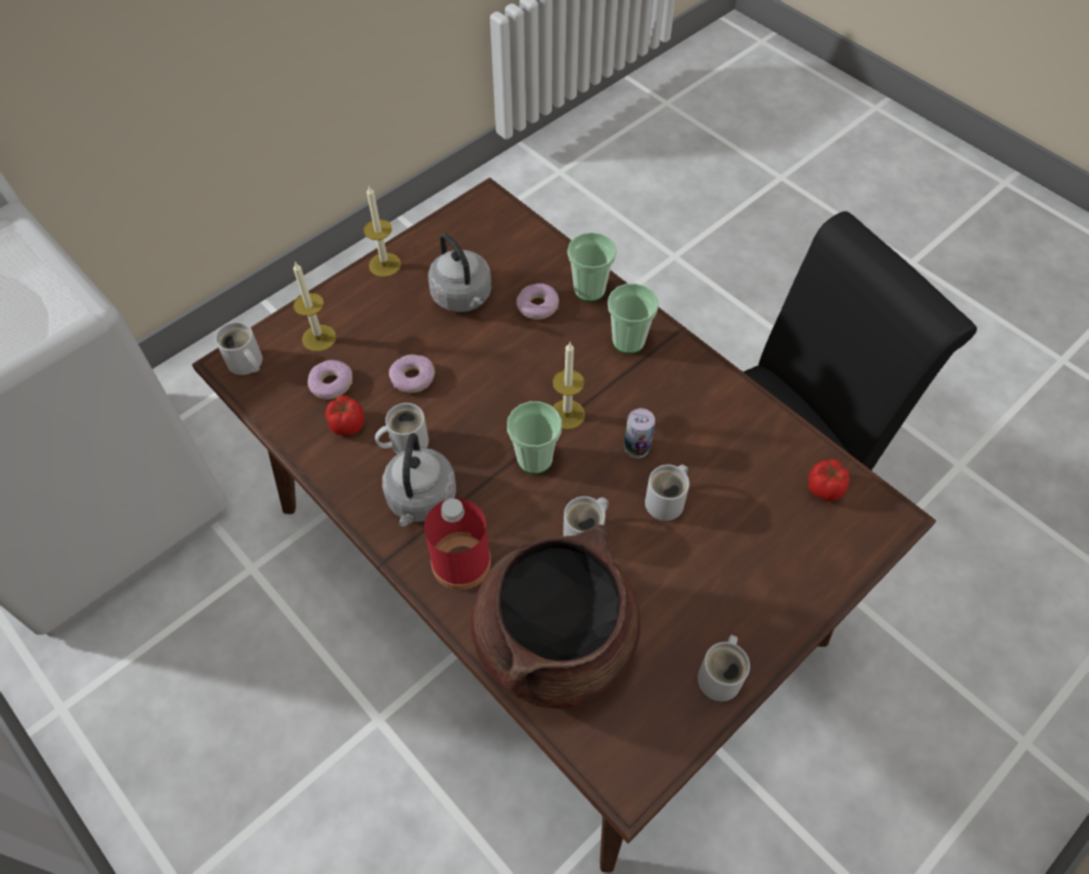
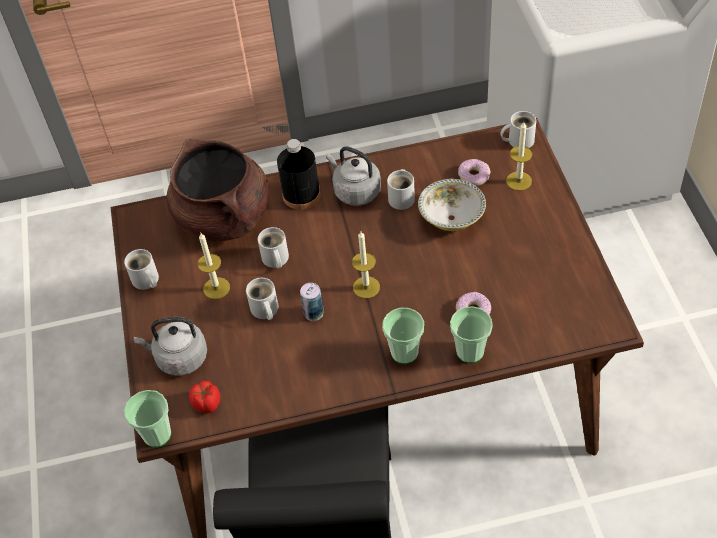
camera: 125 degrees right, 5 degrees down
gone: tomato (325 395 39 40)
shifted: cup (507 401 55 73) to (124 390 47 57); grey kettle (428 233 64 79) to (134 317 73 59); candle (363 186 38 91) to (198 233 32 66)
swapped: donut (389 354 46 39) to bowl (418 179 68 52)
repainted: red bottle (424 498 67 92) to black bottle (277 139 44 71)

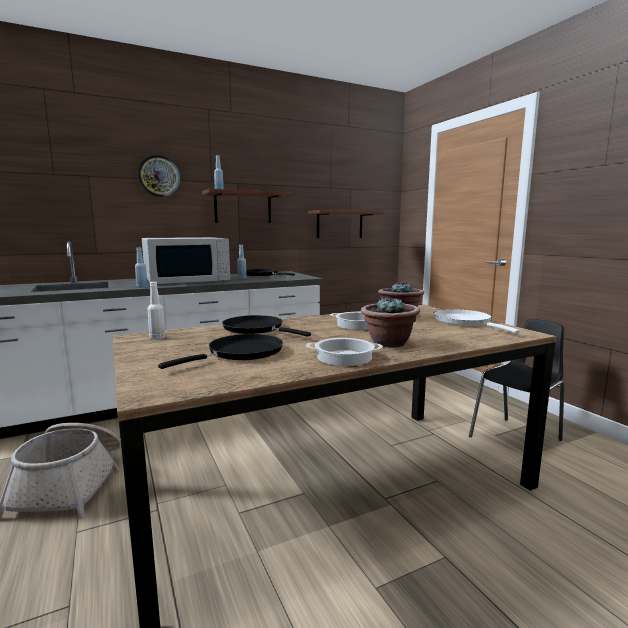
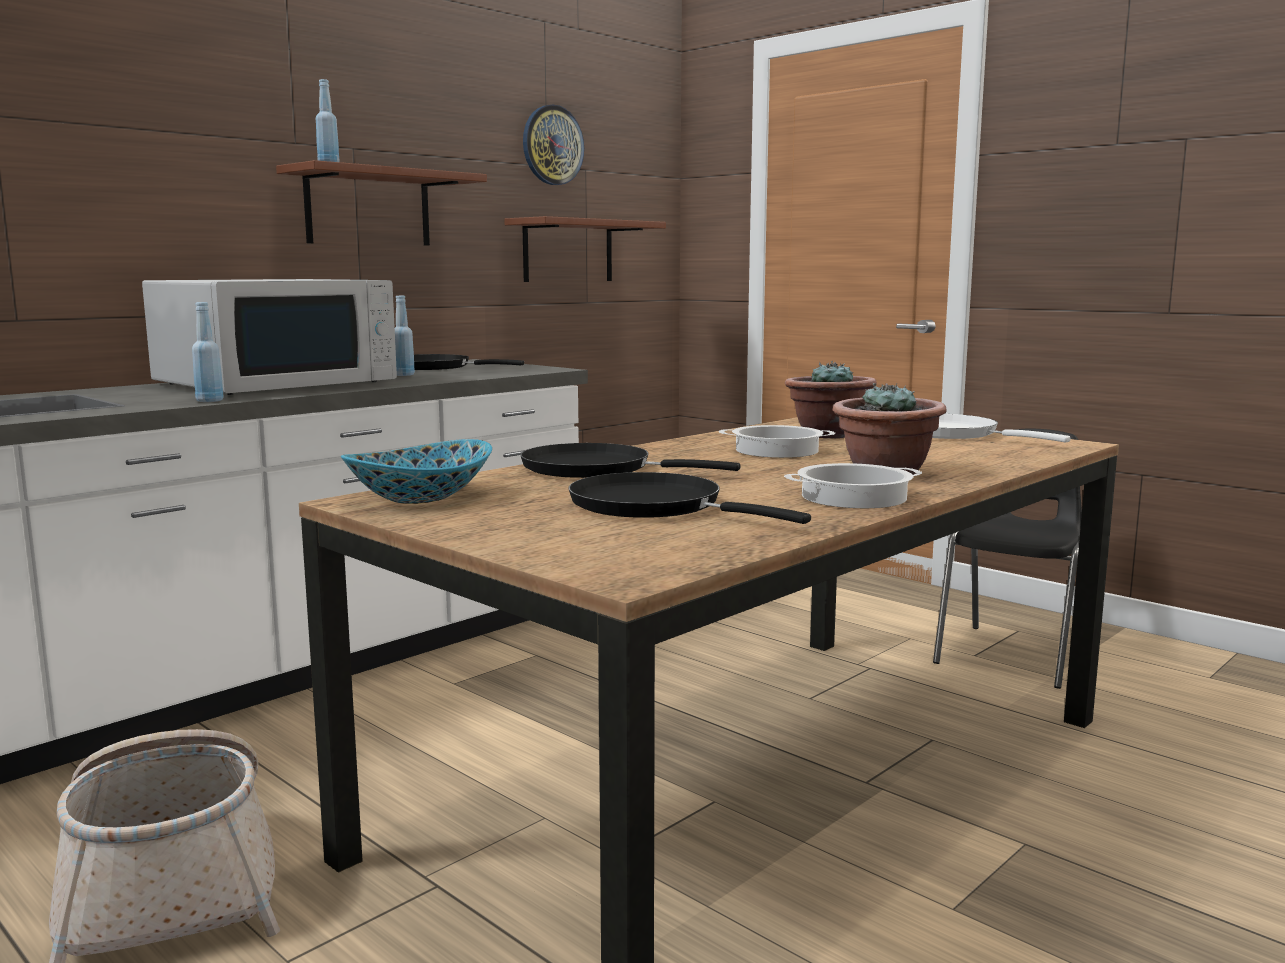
camera: 20 degrees left, 0 degrees up
shifted: wall clock (138 155 43 42) to (523 104 61 81)
swapped: white bottle (148 282 17 57) to bowl (341 439 151 65)
rotated: black frying pan (158 334 125 35) = (568 472 243 52) 75 degrees counterclockwise

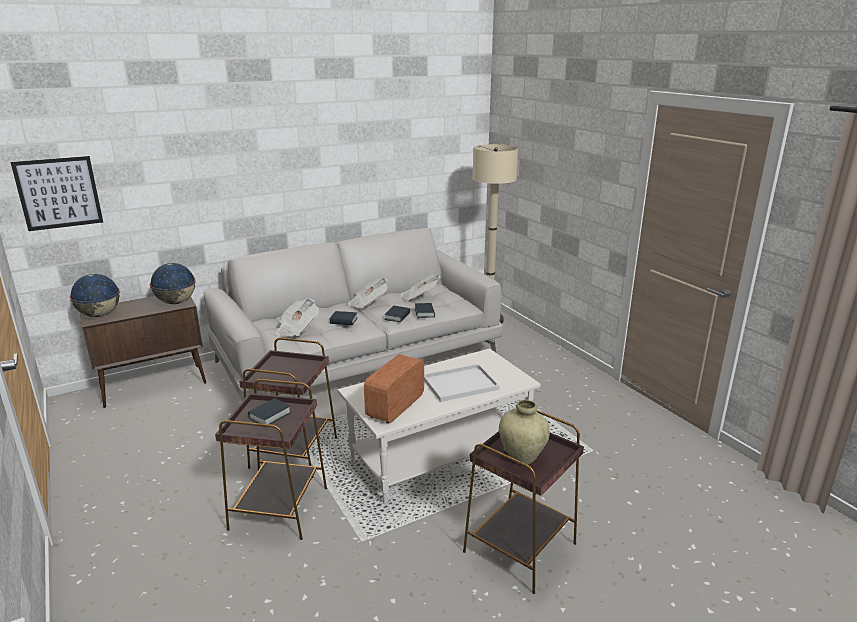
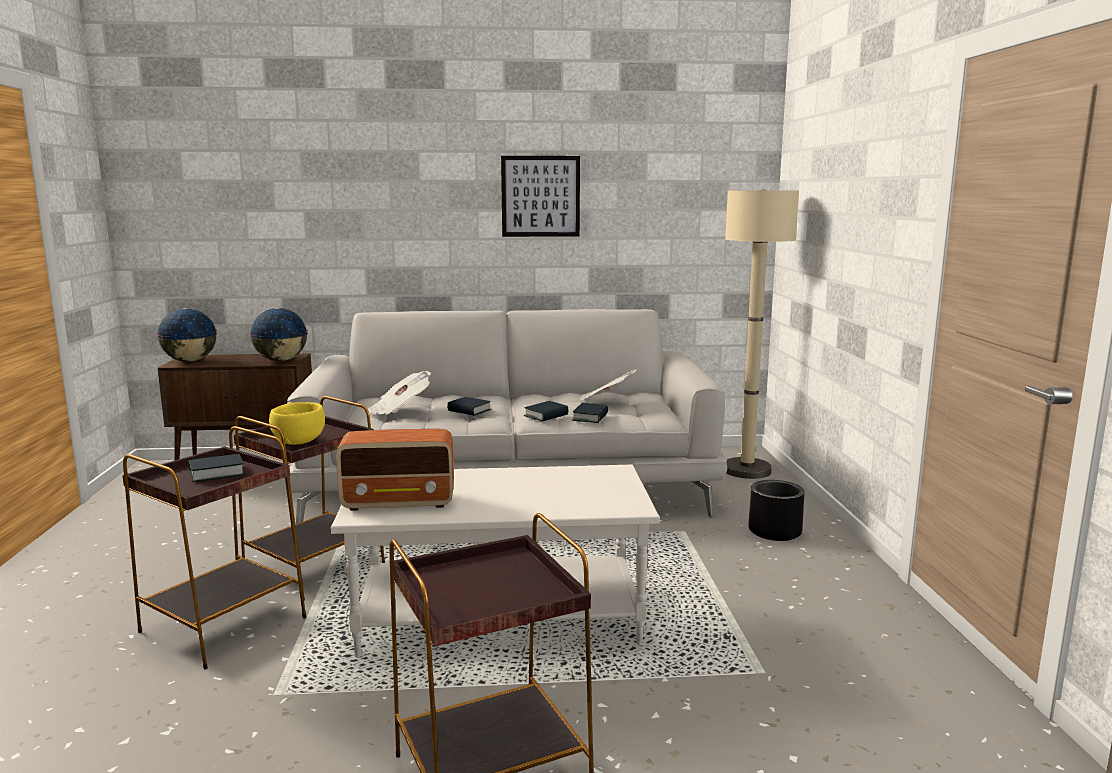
camera: 25 degrees right, 10 degrees down
gone: newspaper (348 278 40 31); white tray (424 364 76 38); beige vase (499 400 51 64)
new: yellow bowl (269 402 56 43); black planter (748 480 57 61)
shifted: picture (11 156 92 75) to (501 156 79 81)
rotated: radio (364 354 60 70) = (336 429 118 82) 150 degrees counterclockwise

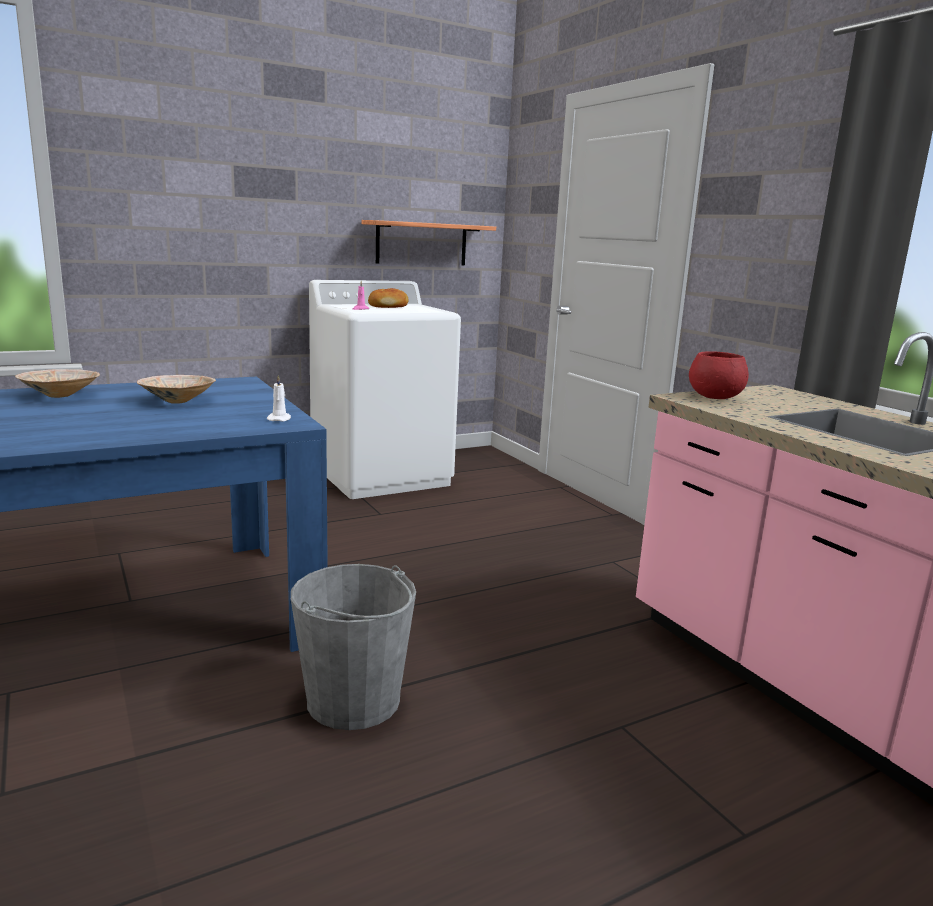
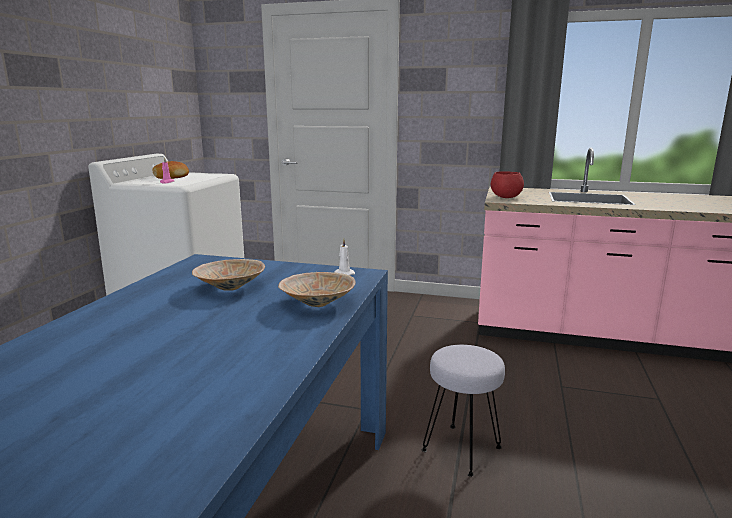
camera: 45 degrees left, 0 degrees up
gone: shelf (361 220 135 46)
shifted: beige bowl (15 369 85 29) to (278 272 78 35)
swapped: grey bucket (291 564 125 166) to grey stool (421 345 84 132)

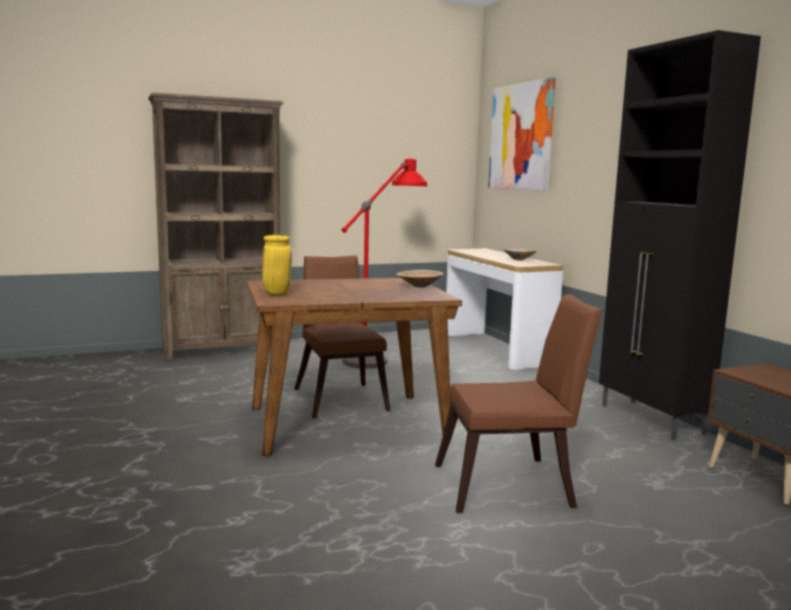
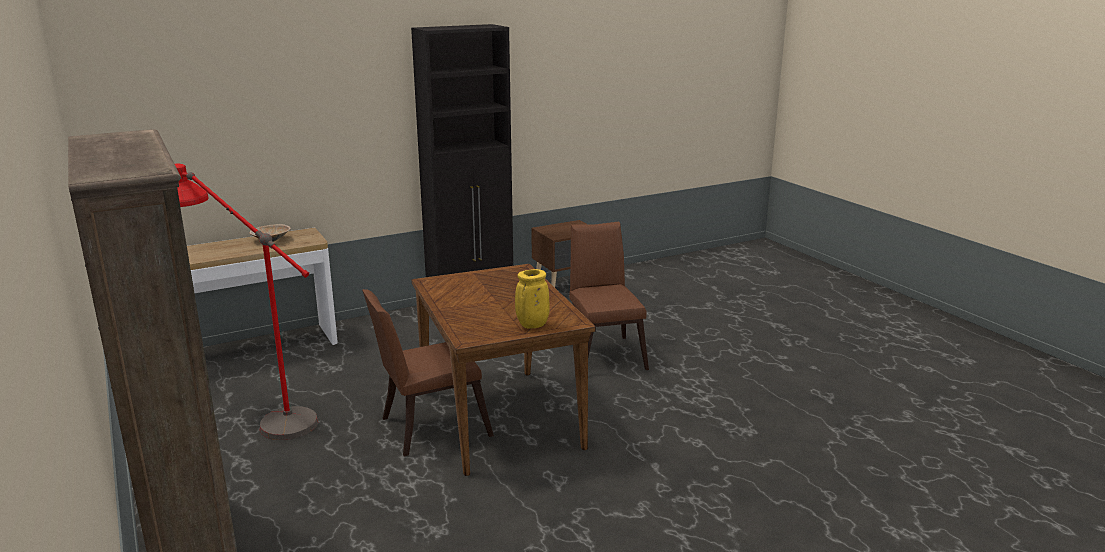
camera: 95 degrees left, 10 degrees up
gone: beige bowl (397 270 46 18); picture (488 77 68 114)

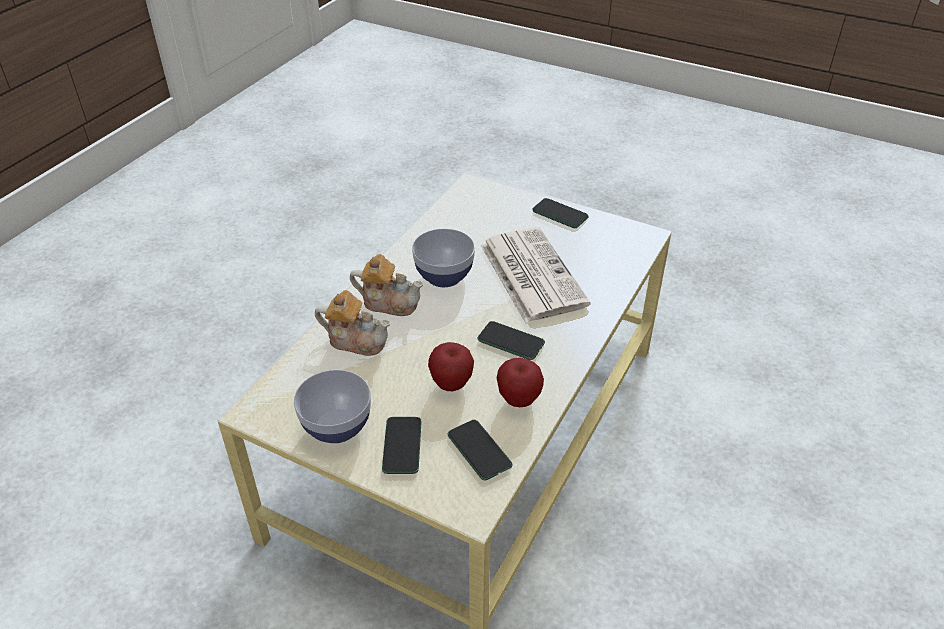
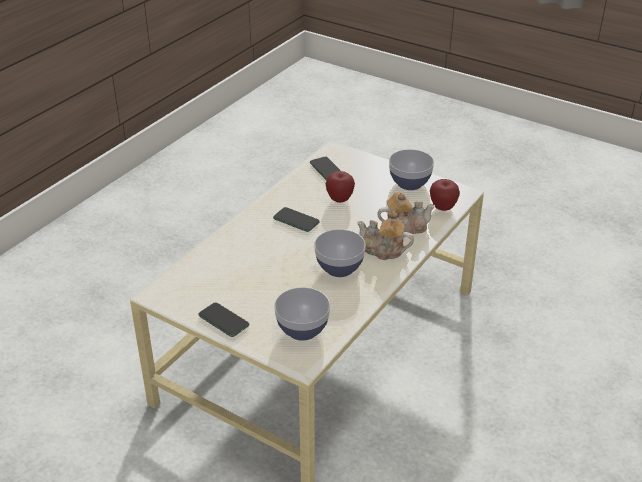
camera: 175 degrees left, 5 degrees down
gone: phone (382 417 40 57); newspaper (481 227 109 96)
new: bowl (274 287 56 54)
shifted: apple (497 358 47 49) to (430 179 30 32)
rotated: teapot (315 290 75 66) = (377 192 59 42) 150 degrees clockwise

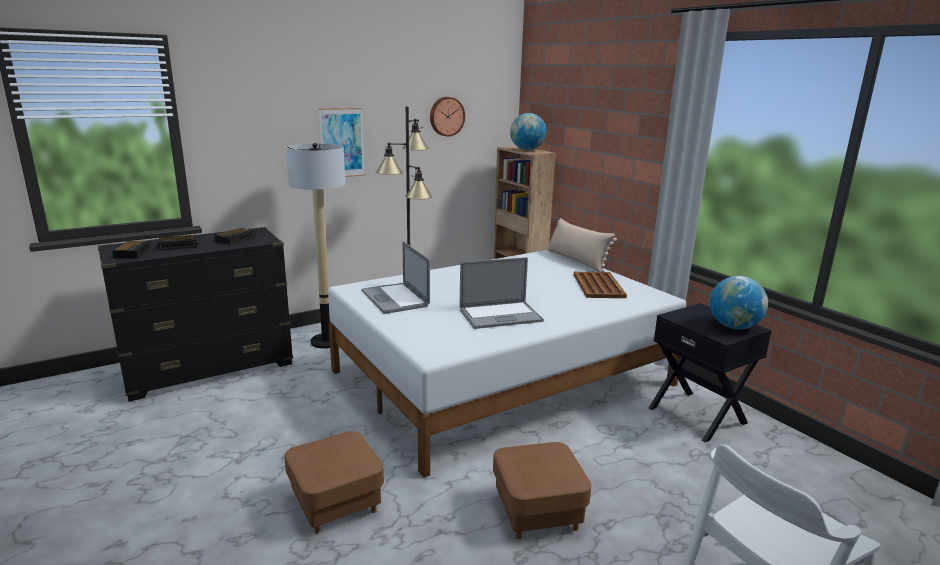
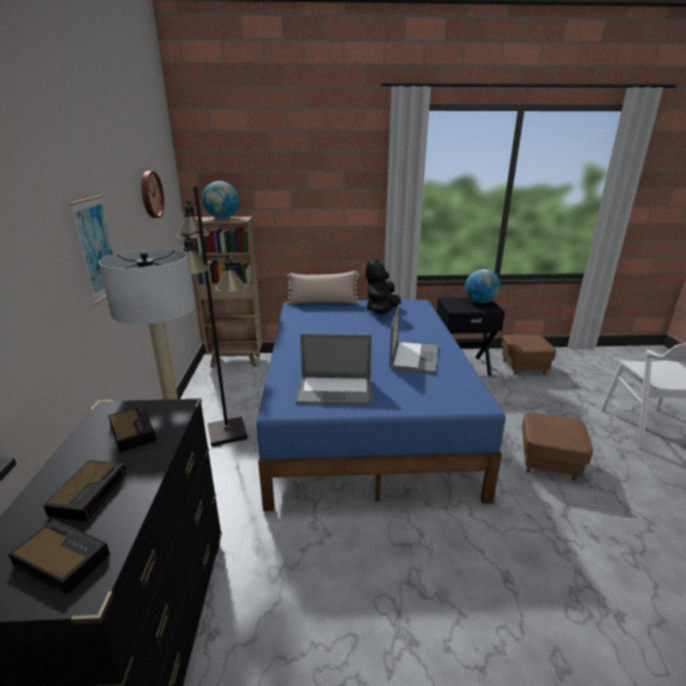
camera: 60 degrees left, 5 degrees up
shifted: brown ottoman (284 431 100 103) to (502 335 54 40)
swapped: brown tray (574 272 53 26) to black plush toy (366 259 35 55)
repainted: white bed (328 250 358 228) to blue bed (256 300 250 211)

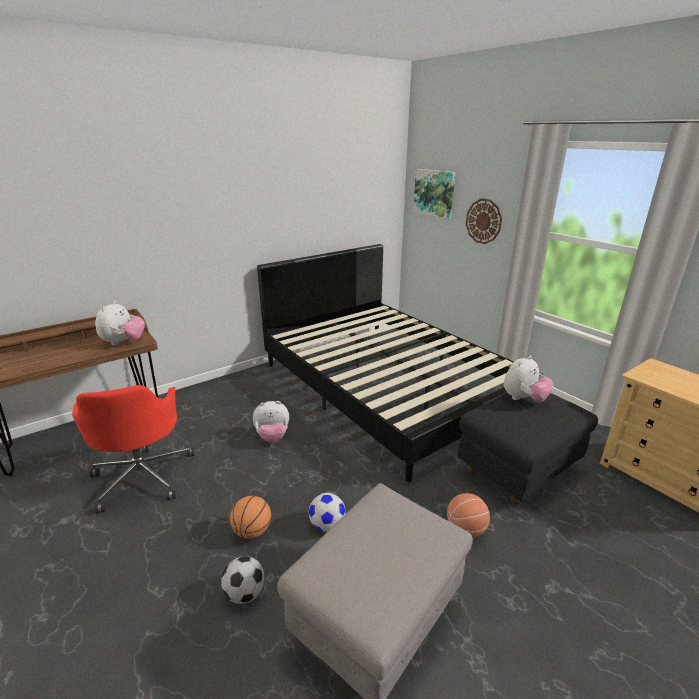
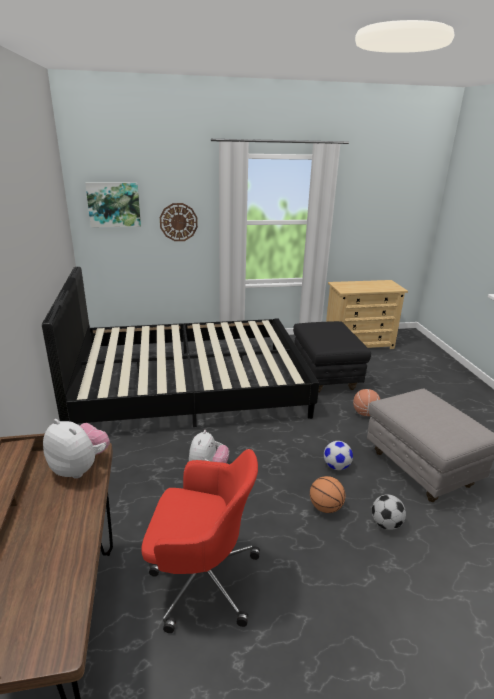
camera: 65 degrees left, 0 degrees up
gone: plush toy (504 356 49 46)

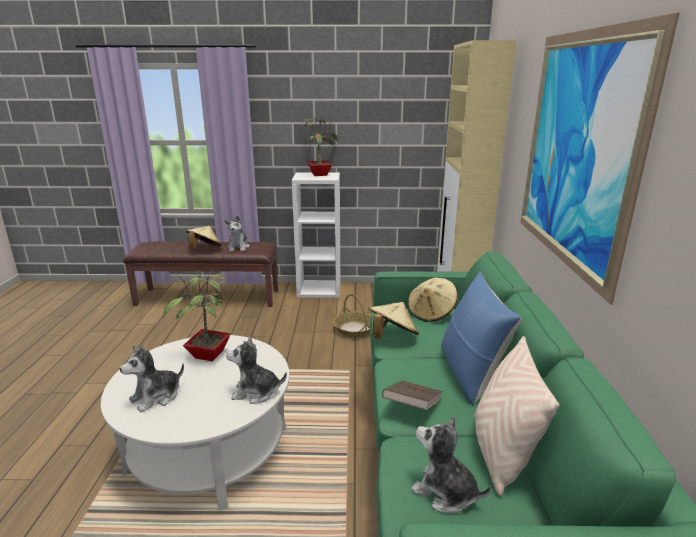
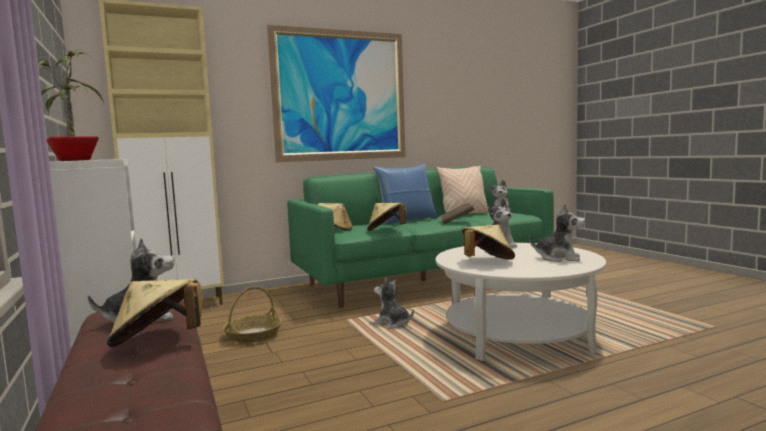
camera: 115 degrees left, 15 degrees down
new: plush toy (373 278 41 50)
swapped: potted plant (163 268 68 93) to beige hat (462 225 53 35)

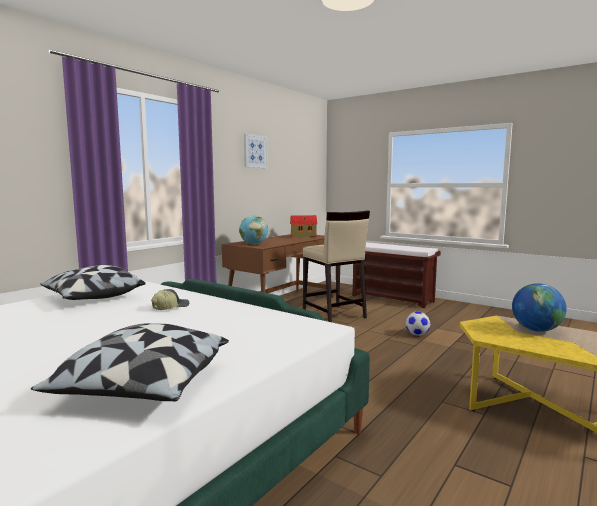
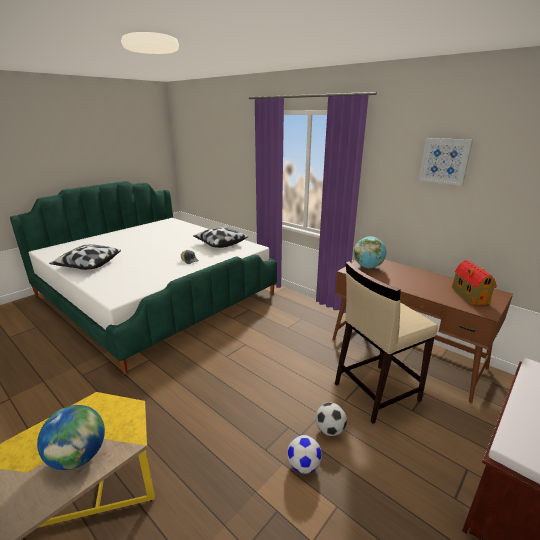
camera: 95 degrees right, 15 degrees up
new: football (316 403 31 33)

